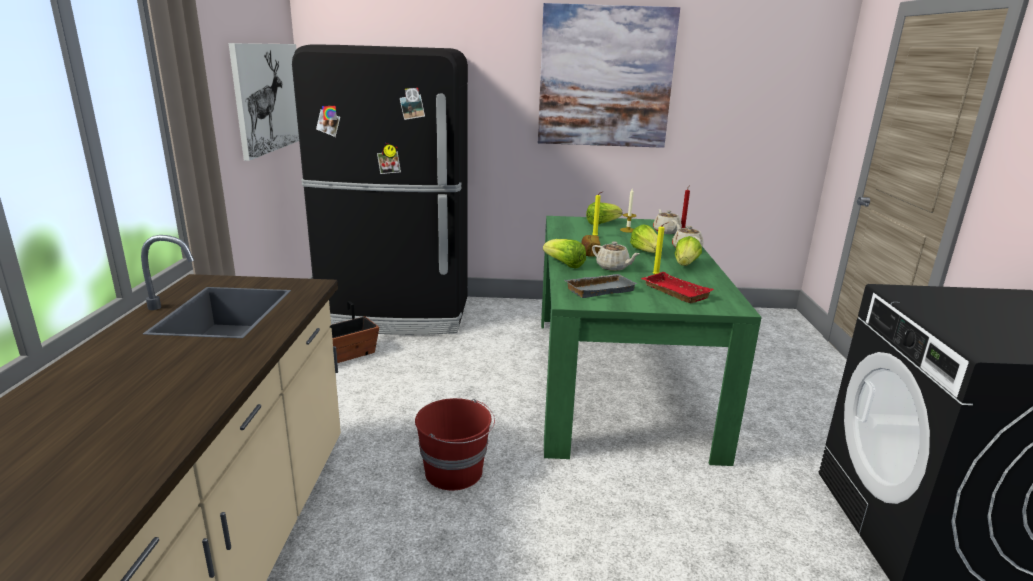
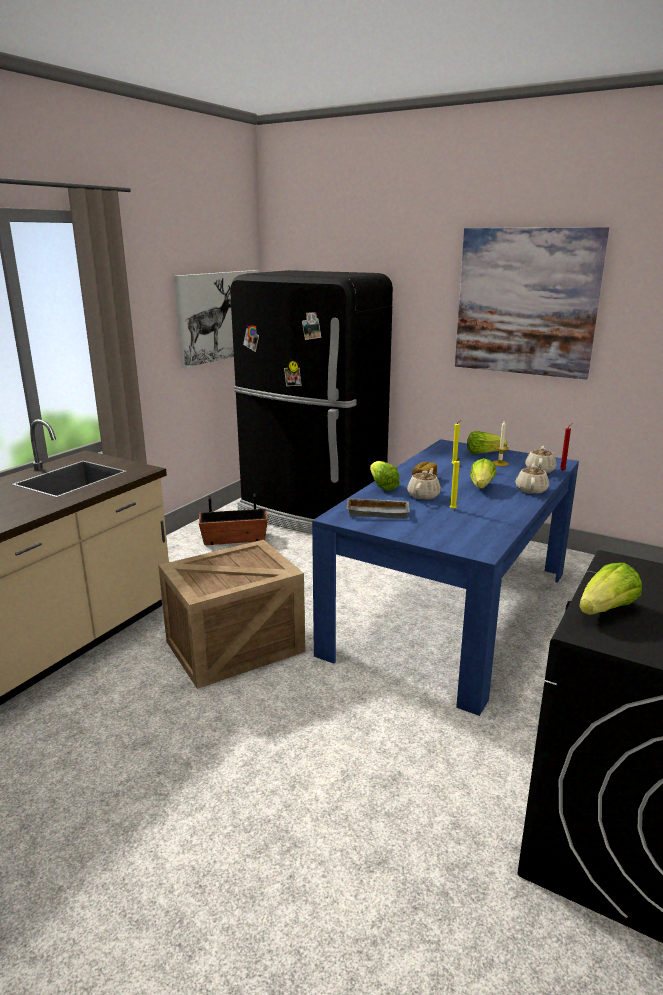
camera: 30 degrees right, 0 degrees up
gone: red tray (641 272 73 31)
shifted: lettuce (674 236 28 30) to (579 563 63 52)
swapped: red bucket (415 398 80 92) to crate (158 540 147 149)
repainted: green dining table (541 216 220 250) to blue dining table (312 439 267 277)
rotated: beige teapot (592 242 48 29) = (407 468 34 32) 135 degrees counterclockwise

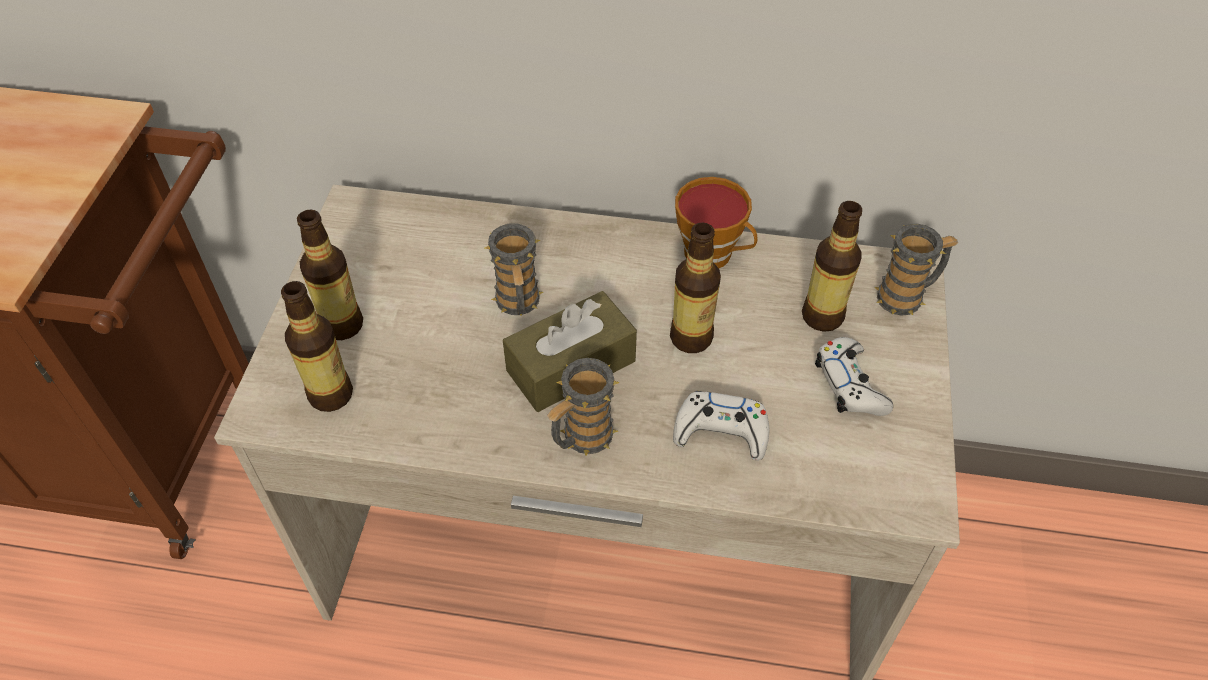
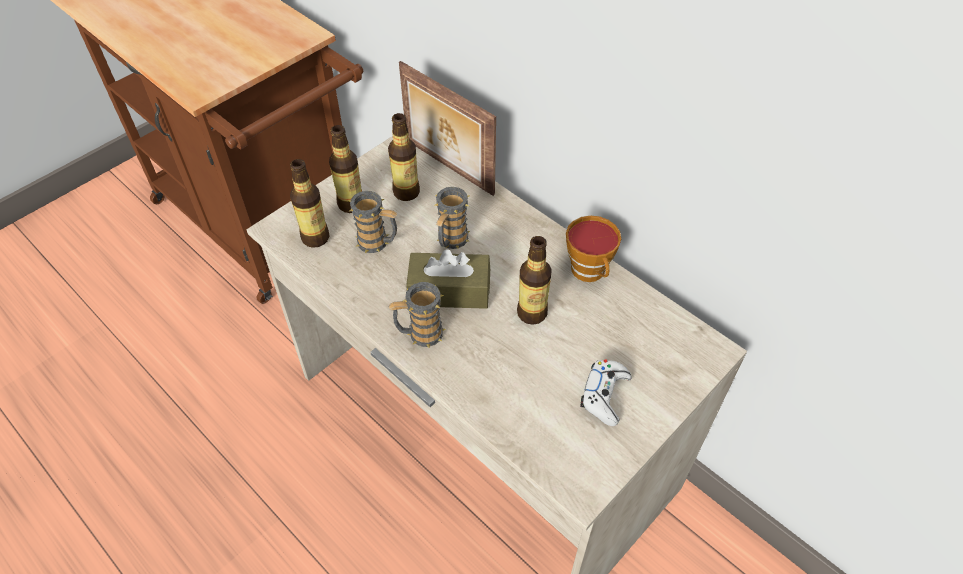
camera: 35 degrees right, 0 degrees up
gone: white game controller (673 391 96 69)
new: picture frame (399 61 97 135)
shifted: mug (874 223 84 93) to (349 191 48 62); bottle (802 201 60 131) to (388 113 32 88)

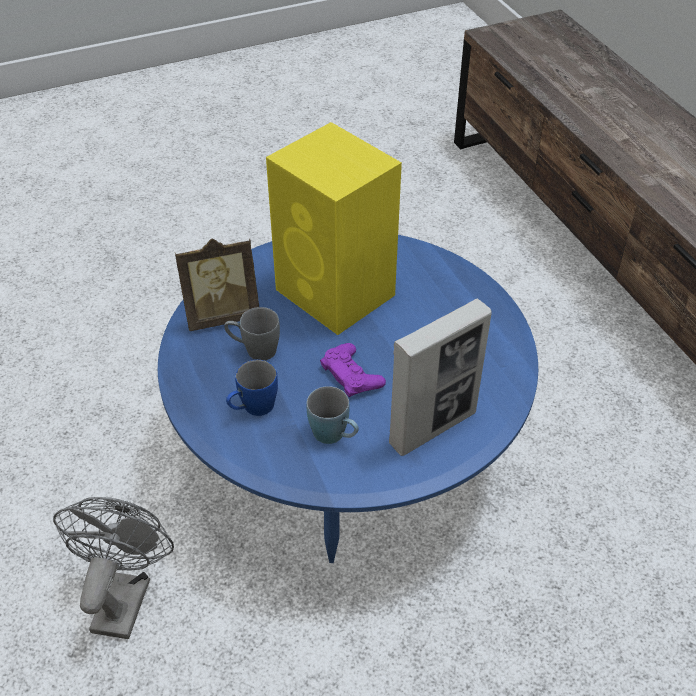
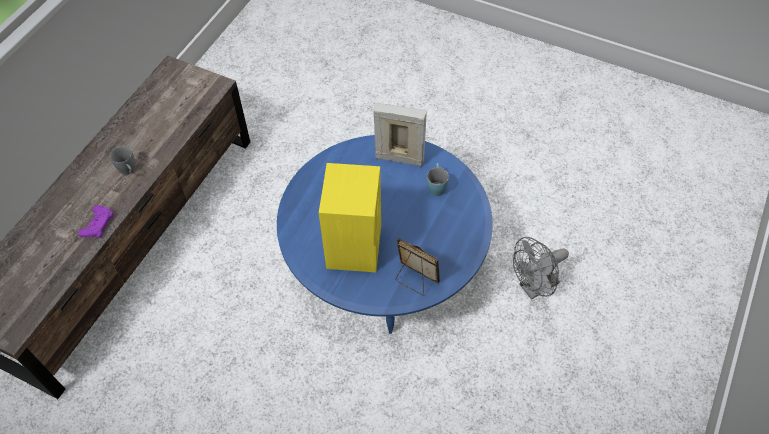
camera: 130 degrees left, 10 degrees up
gone: blue mug (226 360 52 56)
shifted: purple game controller (320 343 66 54) to (78 205 36 33); grey mug (224 307 56 54) to (110 146 25 29)

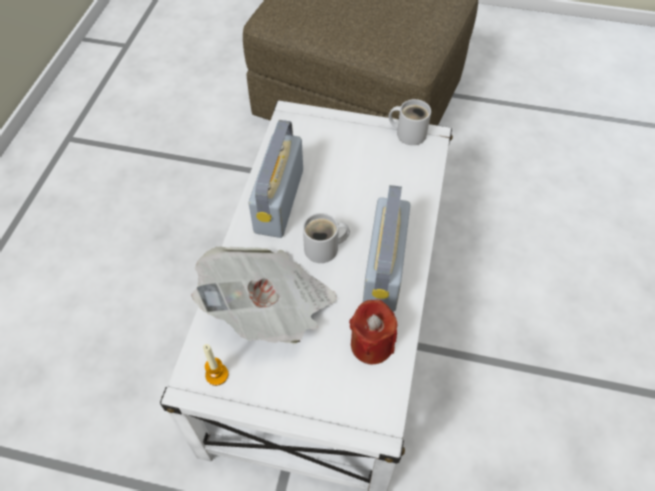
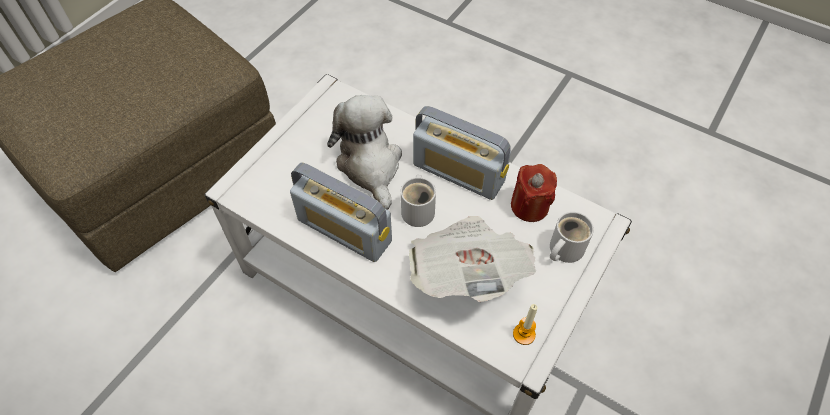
camera: 70 degrees left, 0 degrees up
new: plush toy (327 95 75 115)
shifted: white mug (389 99 42 46) to (550 212 44 51)

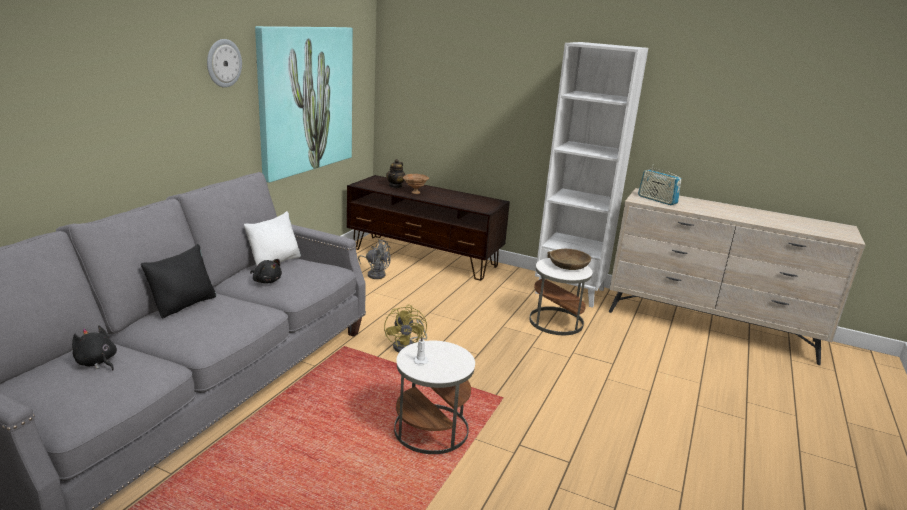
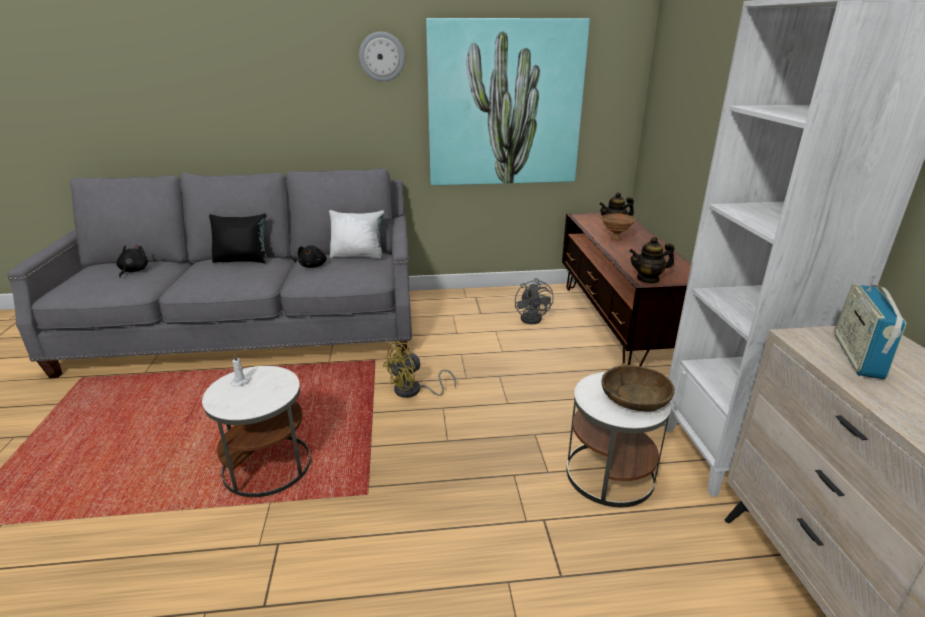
camera: 60 degrees right, 5 degrees up
new: teapot (629 237 45 47)

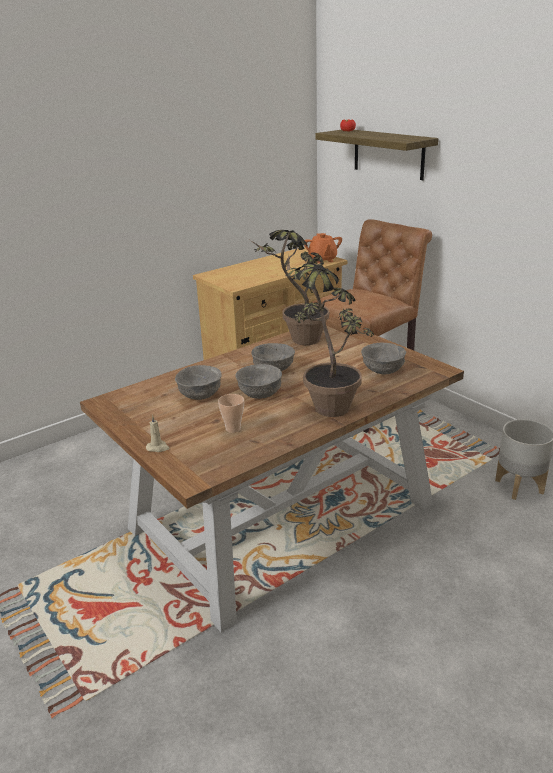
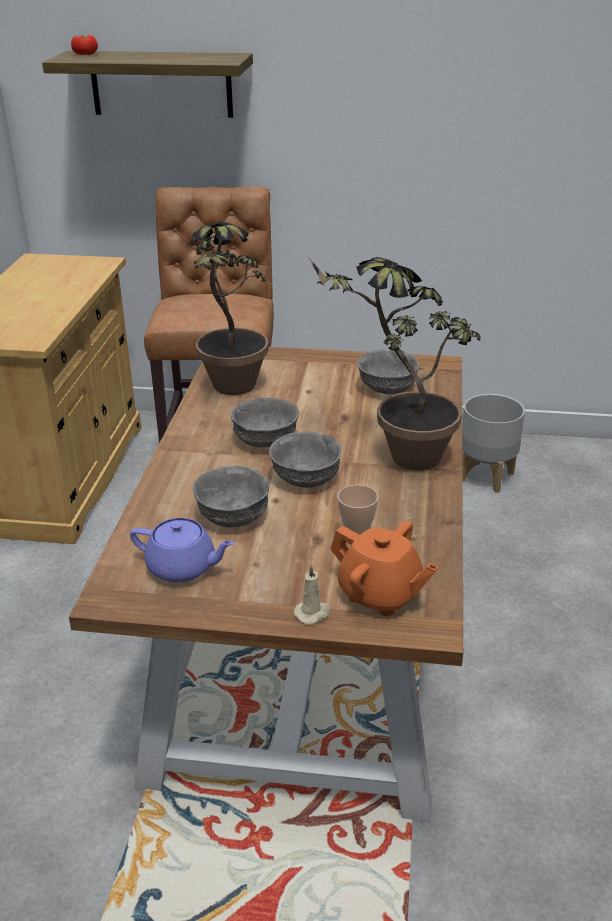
camera: 45 degrees left, 5 degrees up
new: purple teapot (130 518 104 64)
shifted: orange teapot (304 233 38 30) to (330 521 109 95)

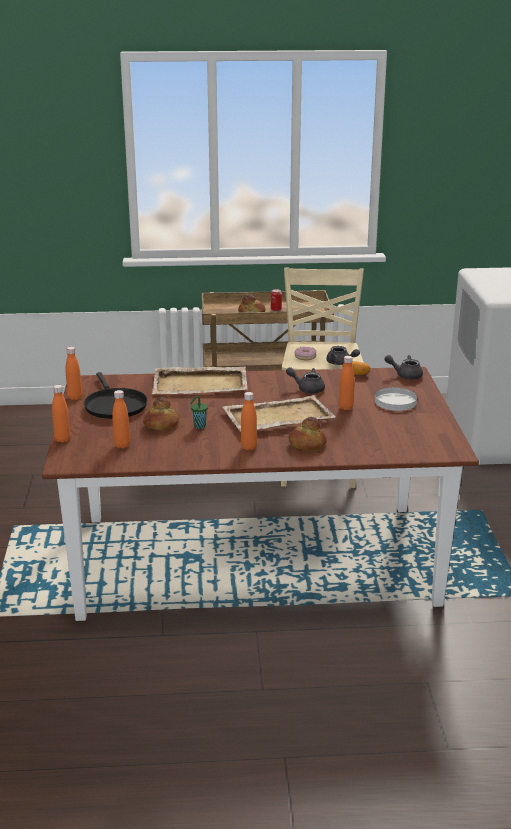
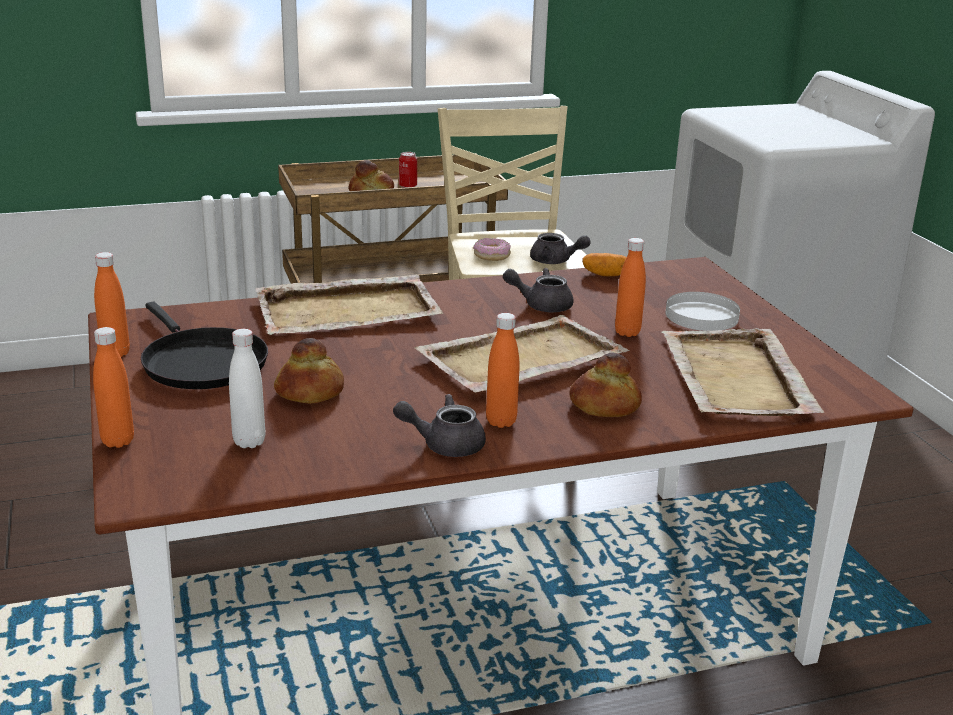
camera: 15 degrees left, 0 degrees up
gone: green cup (190 396 18 33)
new: beige tray (662 328 162 88)
shifted: grey teapot (384 355 39 24) to (393 394 93 63)
repainted: orange bottle (112 390 18 59) to white bottle (229 329 36 119)

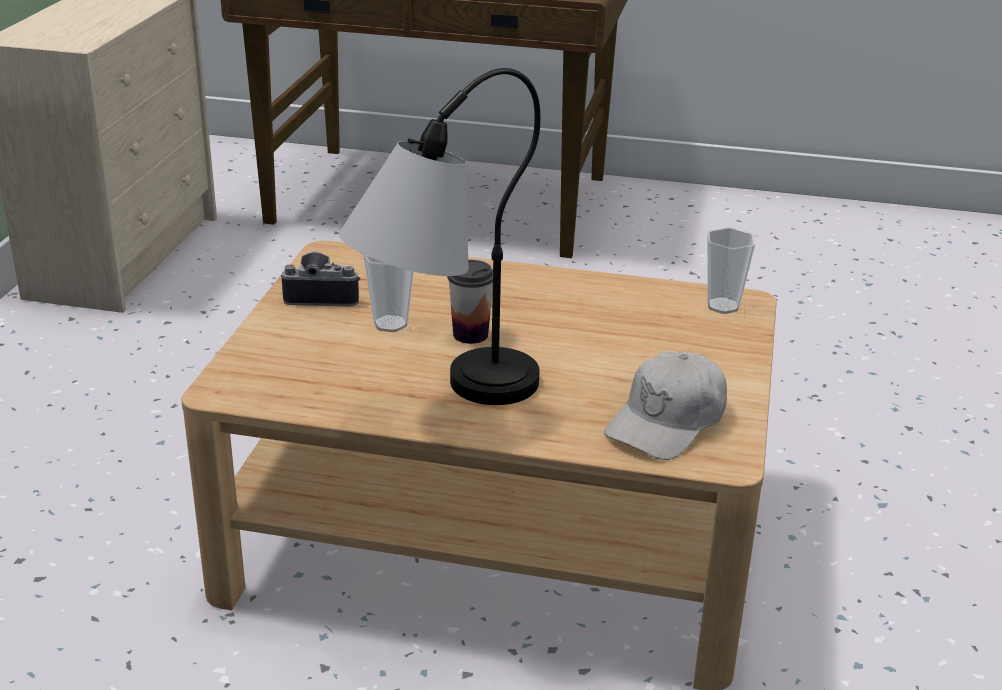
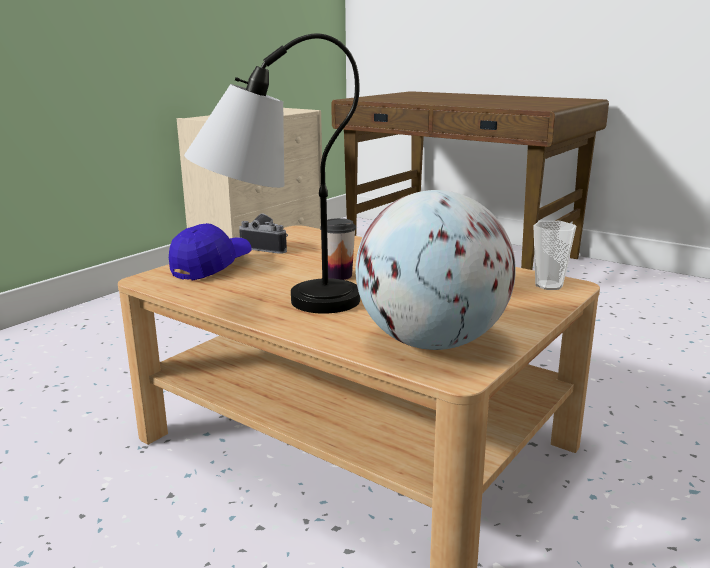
camera: 25 degrees right, 10 degrees down
gone: cup (363 254 50 78)
new: blue cap (169 223 82 58)
swapped: white cap (604 351 123 109) to globe (356 190 160 160)

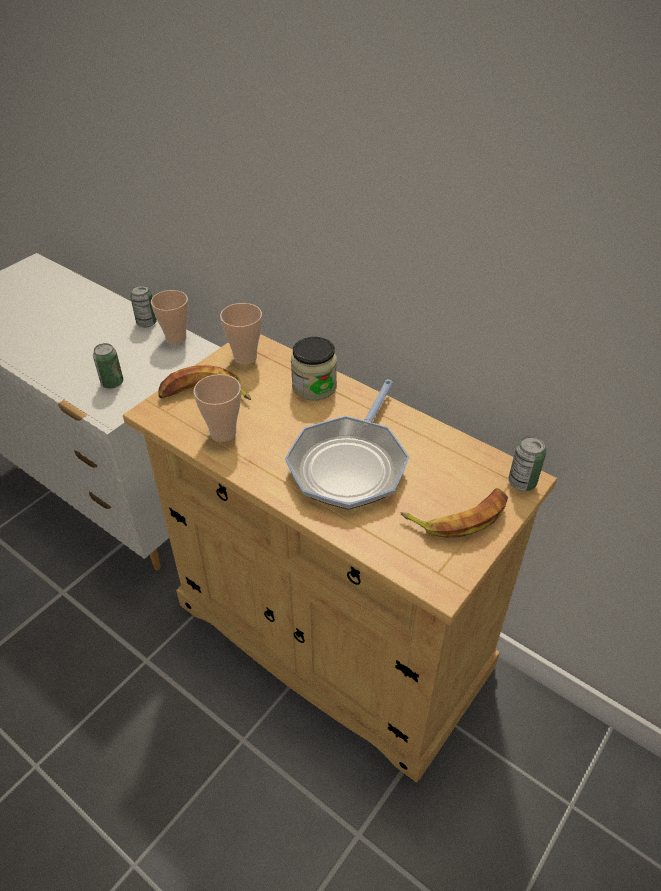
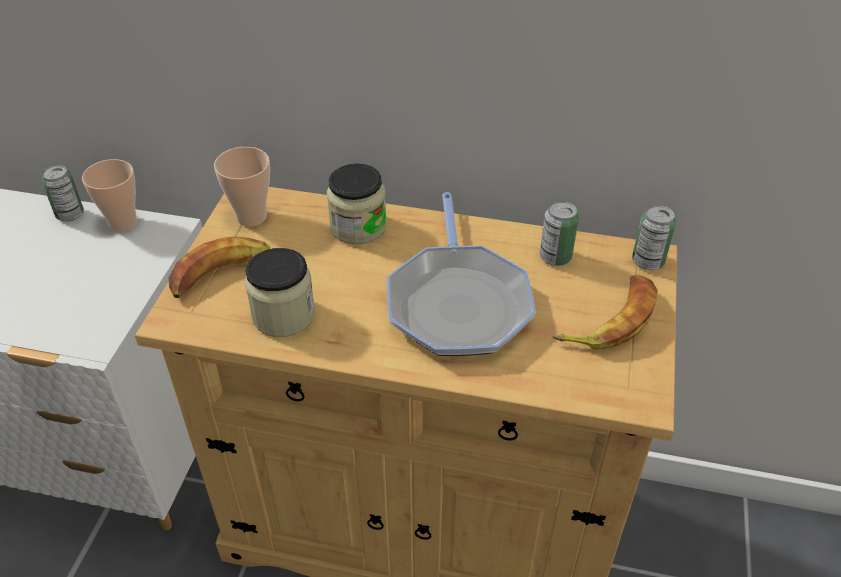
camera: 25 degrees left, 0 degrees up
shifted: can (93 343 30 45) to (540 201 39 65)
swapped: cup (194 374 47 68) to jar (245 248 70 89)

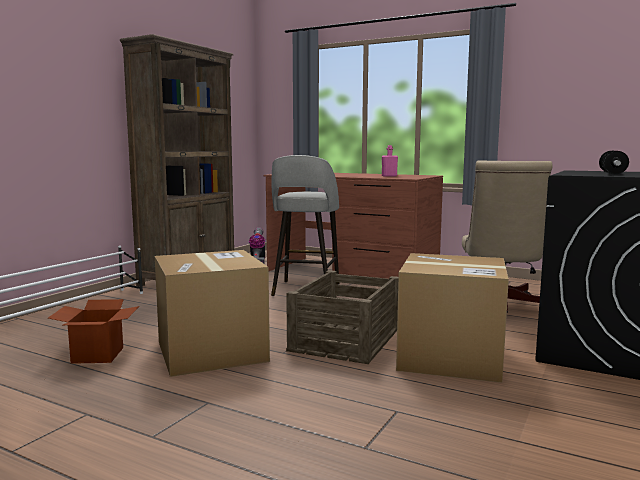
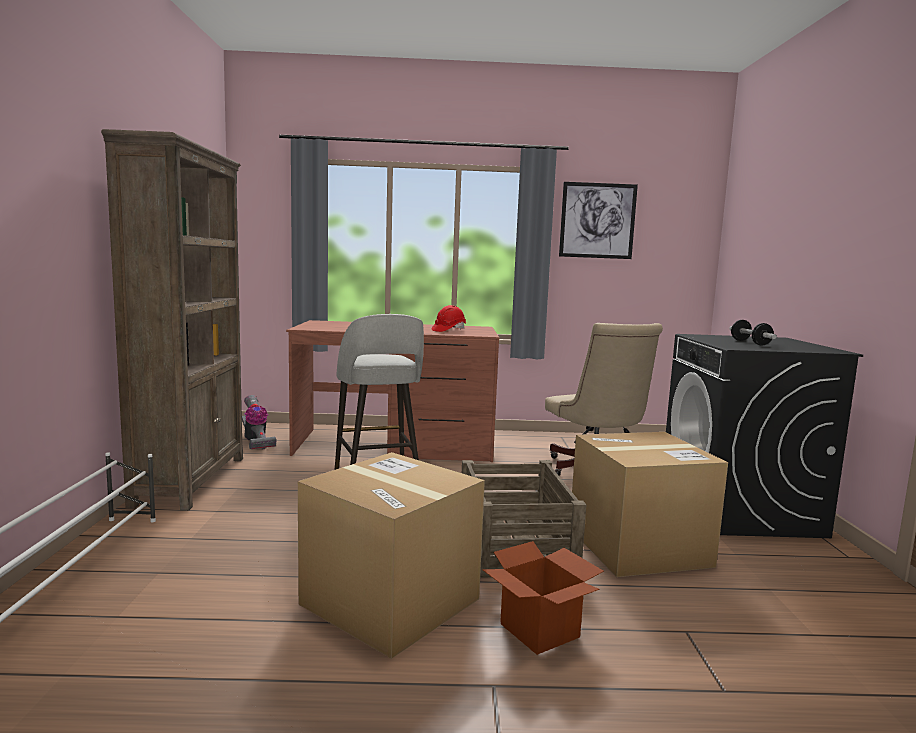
camera: 30 degrees left, 0 degrees up
new: picture (559 182 79 77)
shifted: cardboard box (48 299 91 65) to (482 541 122 114)
swapped: pink bottle (382 145 16 32) to red hard hat (431 305 35 27)

